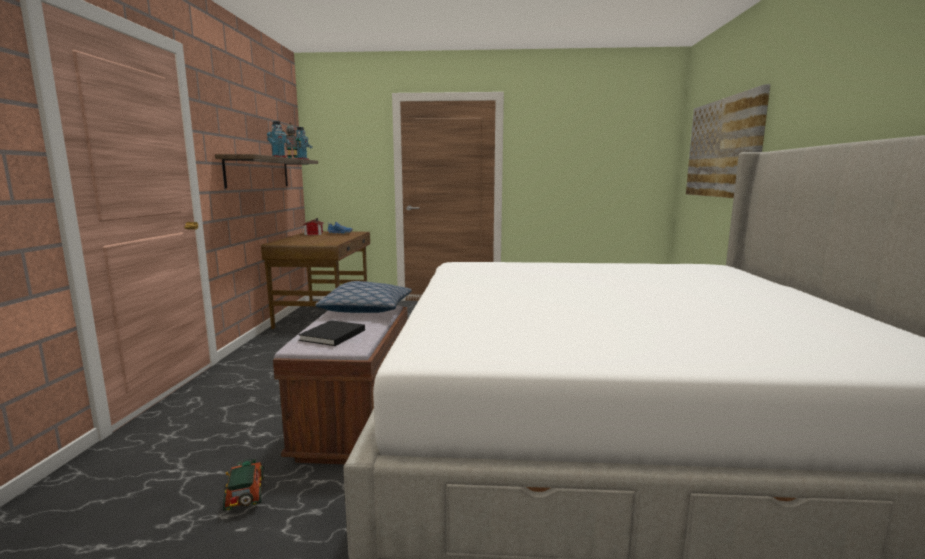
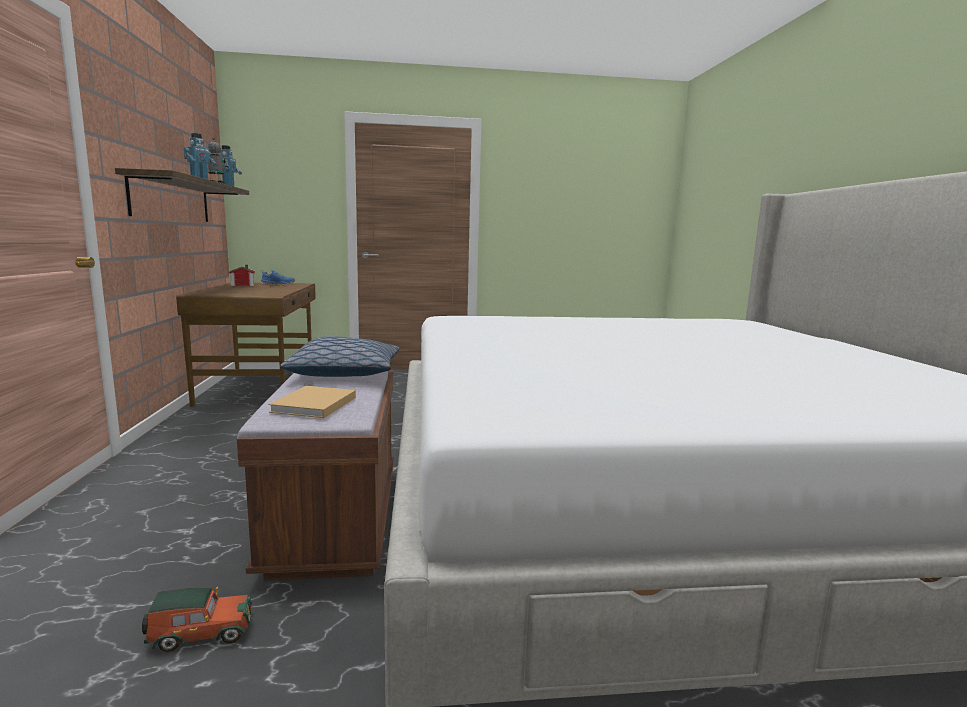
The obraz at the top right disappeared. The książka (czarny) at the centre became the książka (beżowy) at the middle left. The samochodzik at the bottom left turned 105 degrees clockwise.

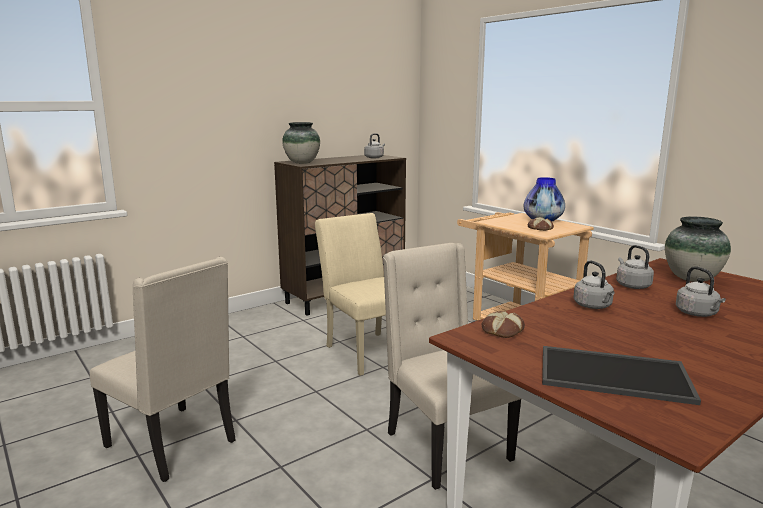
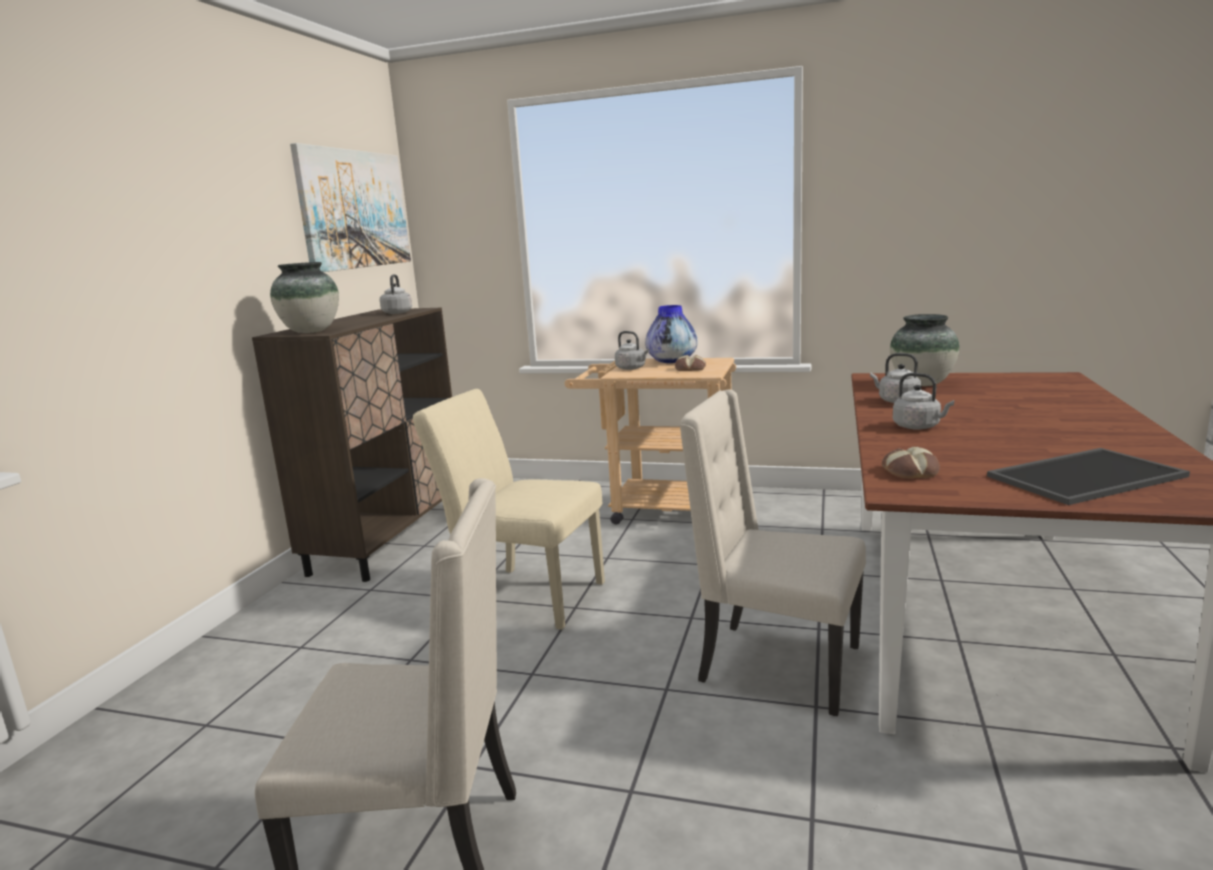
The obraz at the top left appeared. The czajnik (szary) (4th from left in the first image) moved from the middle right to the centre.

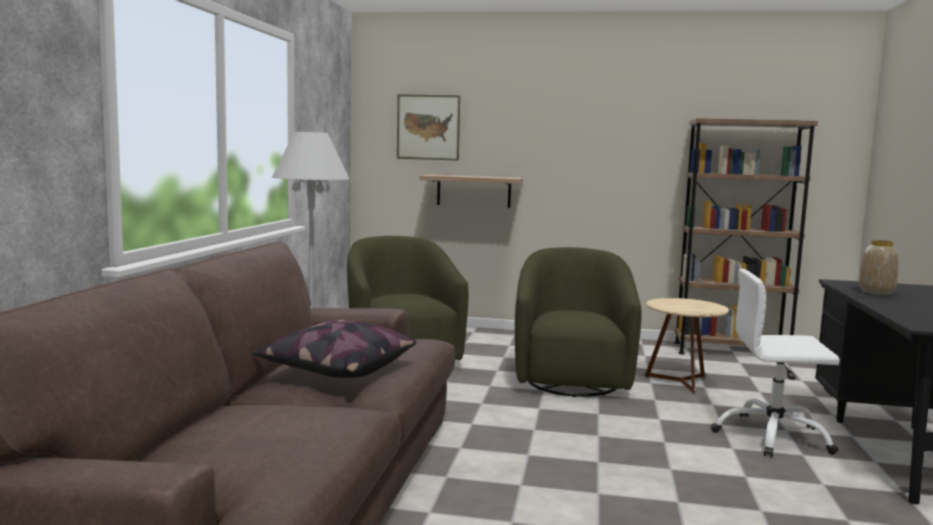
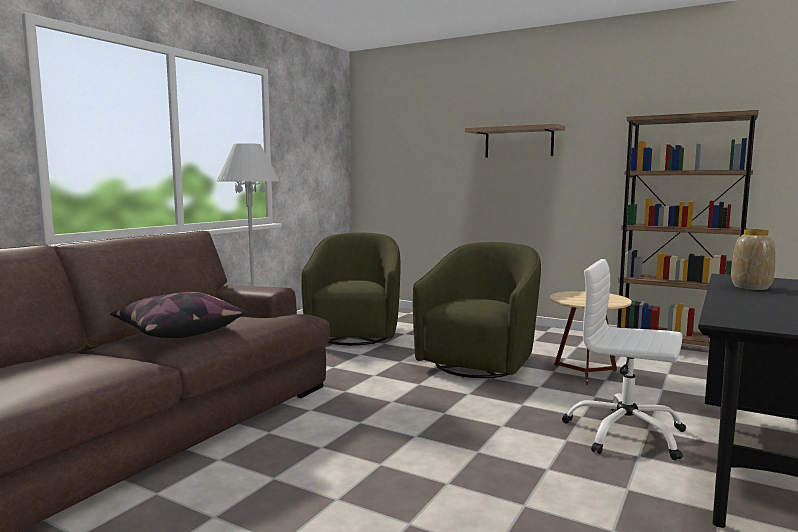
The obraz at the top centre disappeared. The półka moved from the centre to the top centre.

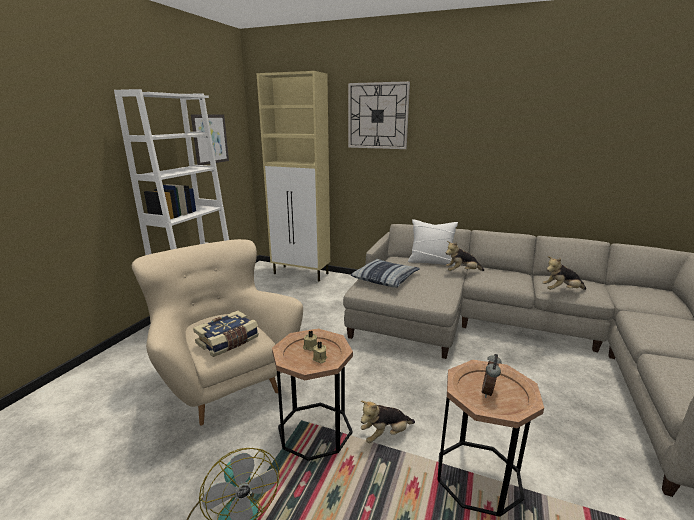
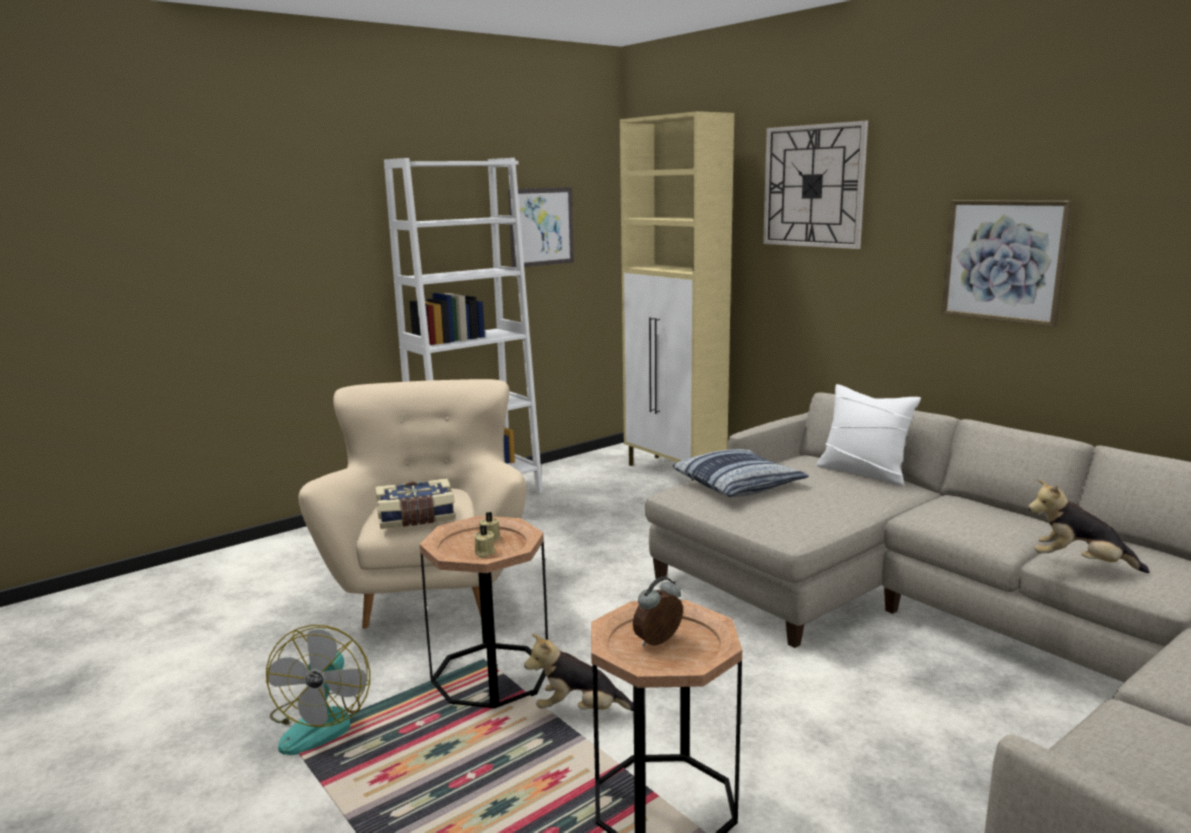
The pluszak (2nd from left) at the middle right disappeared. The obraz (2nd from left) at the top right appeared.

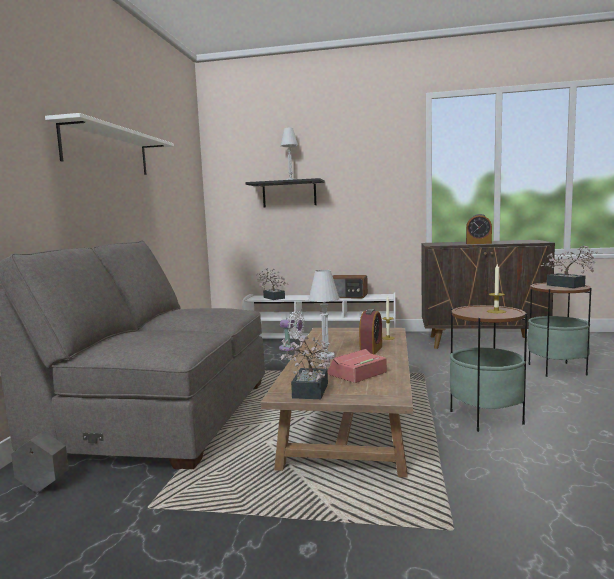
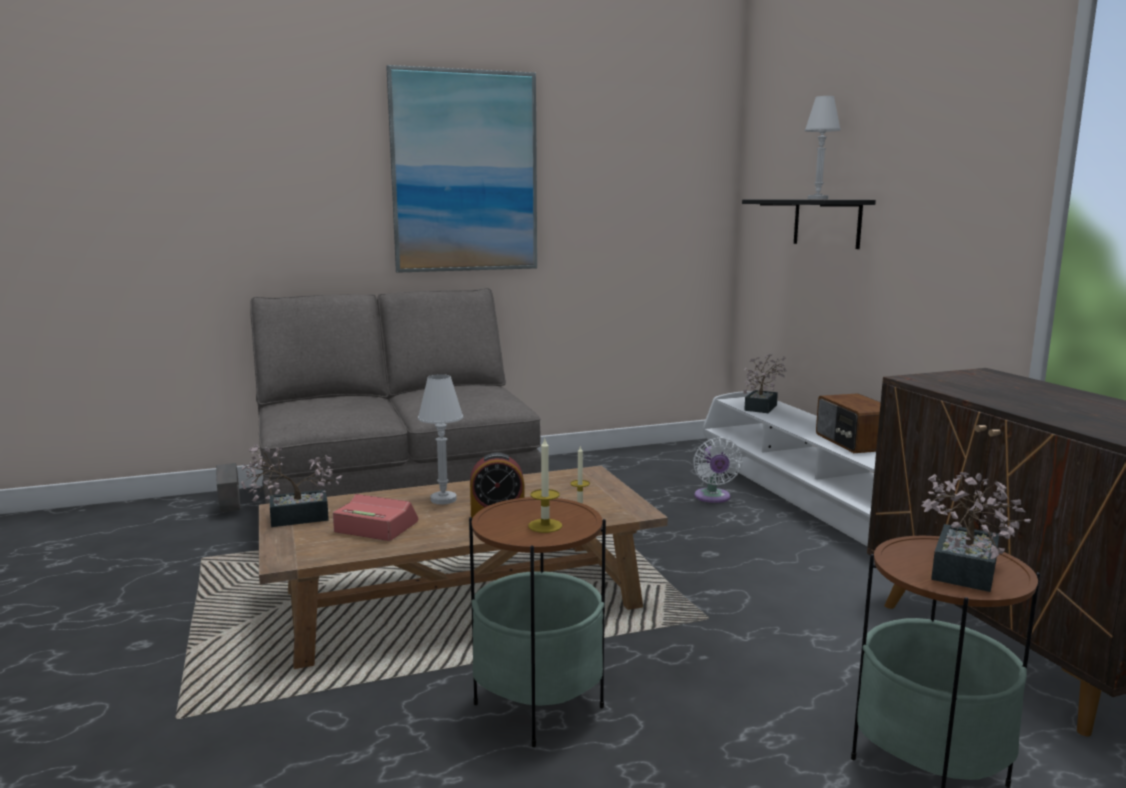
The budzik (3rd from left) at the middle right disappeared. The półka (biały) at the top left was replaced by the obraz at the top centre.

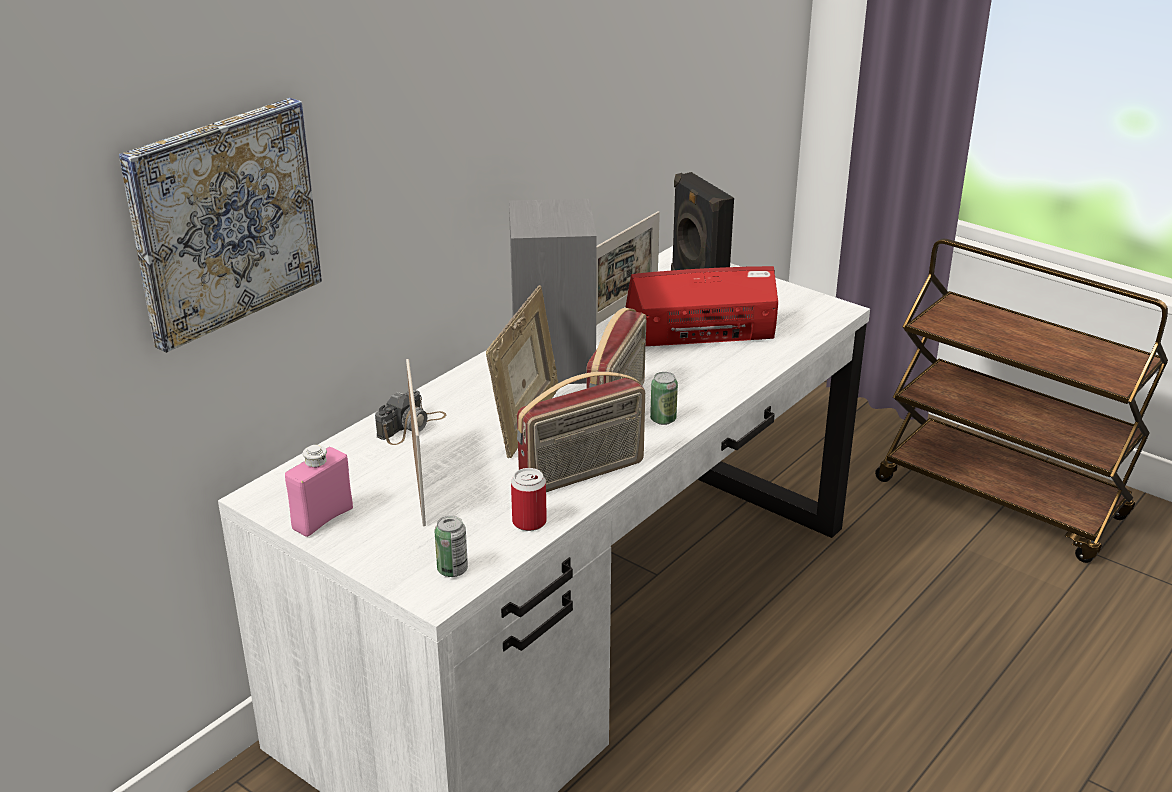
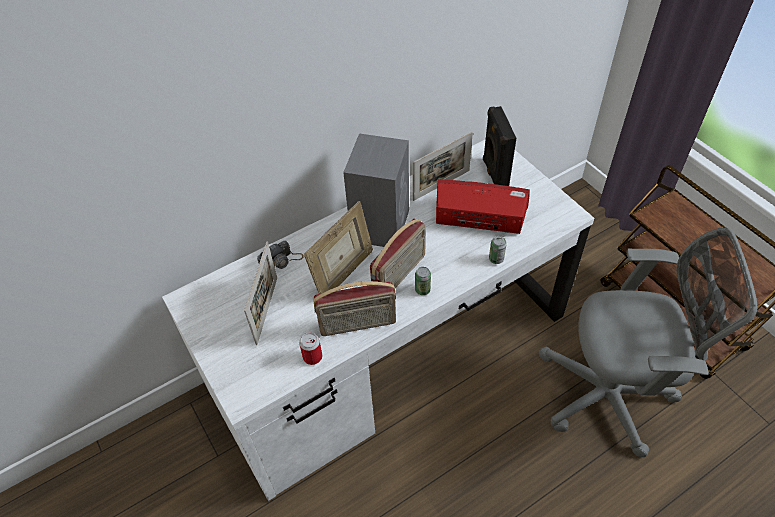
The obraz at the top left disappeared. The butelka (różowy) at the middle left disappeared. The krzesło biurowe (szary) at the middle right appeared. The puszka (1st from left in the first image) moved from the bottom centre to the centre.

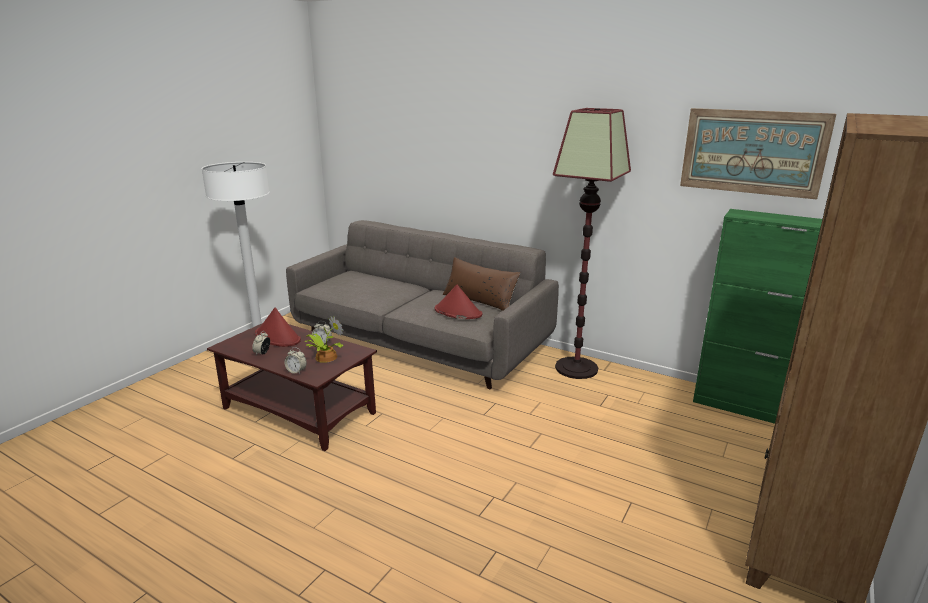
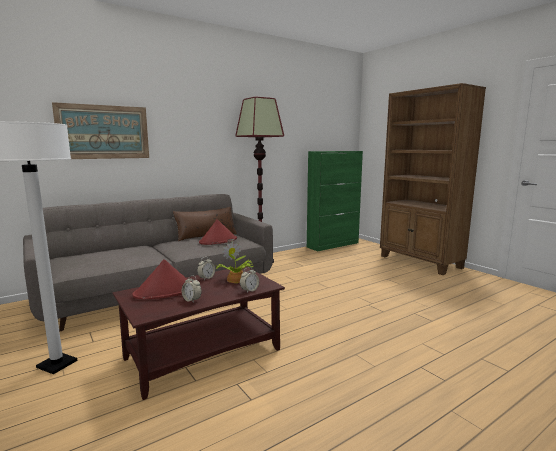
The obraz moved from the top right to the top left.

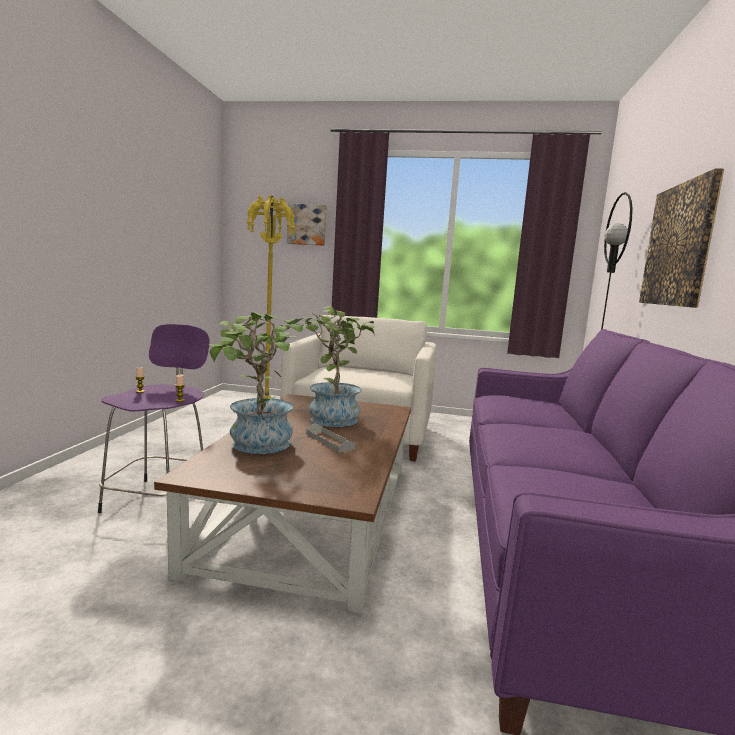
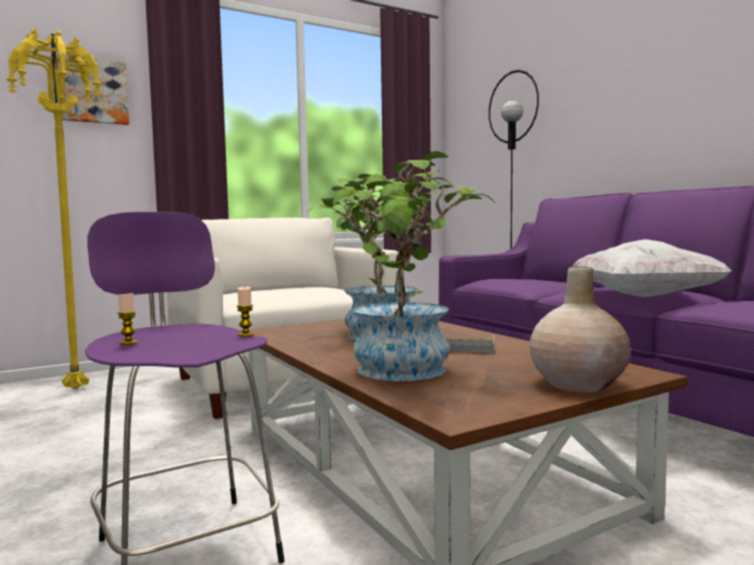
The obraz (2nd from left) at the top right disappeared. The wazon (beżowy) at the middle right appeared. The poduszka (biały) at the middle right appeared.

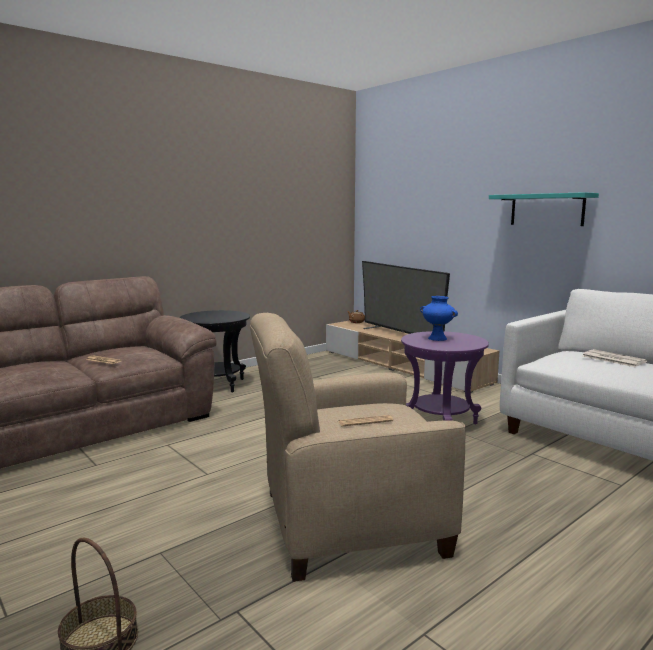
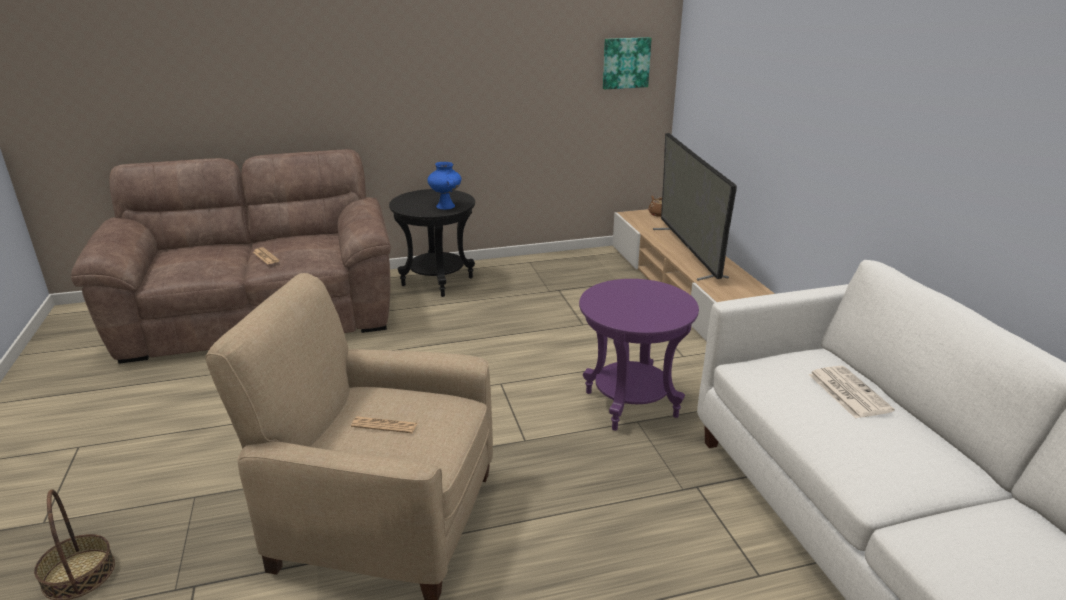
The półka (turkusowy) at the top right disappeared. The obraz at the top centre appeared. The wazon (niebieski) moved from the middle right to the top centre.

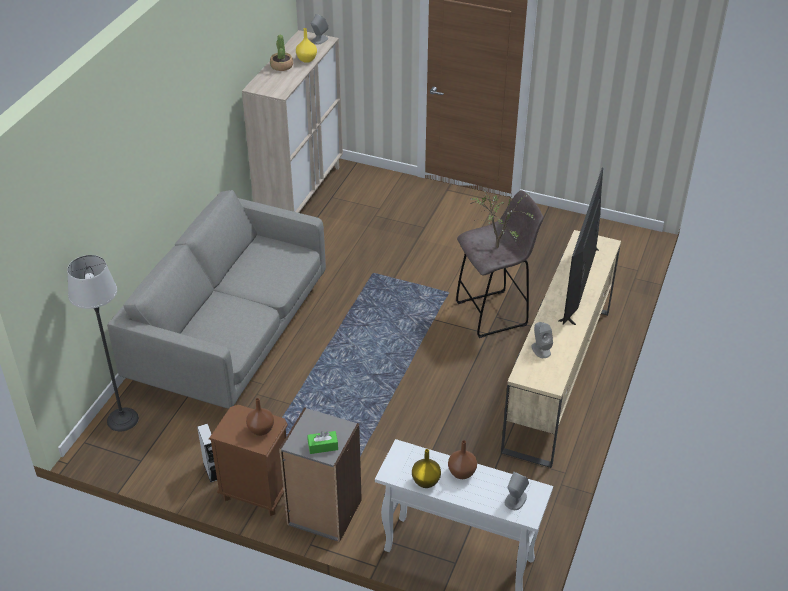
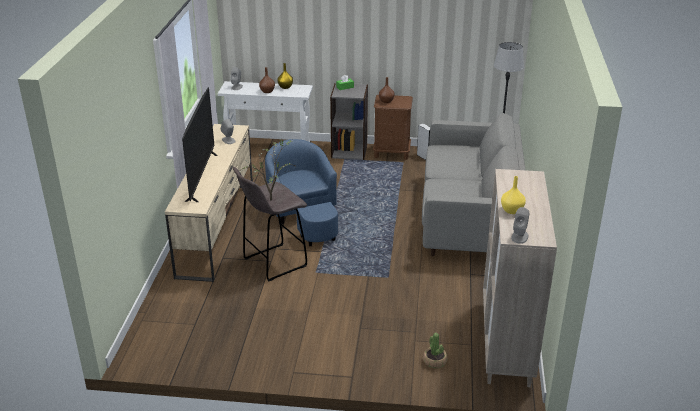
The fotel (niebieski) at the centre appeared. The roślina doniczkowa (1st from left in the first image) moved from the top centre to the bottom centre.

